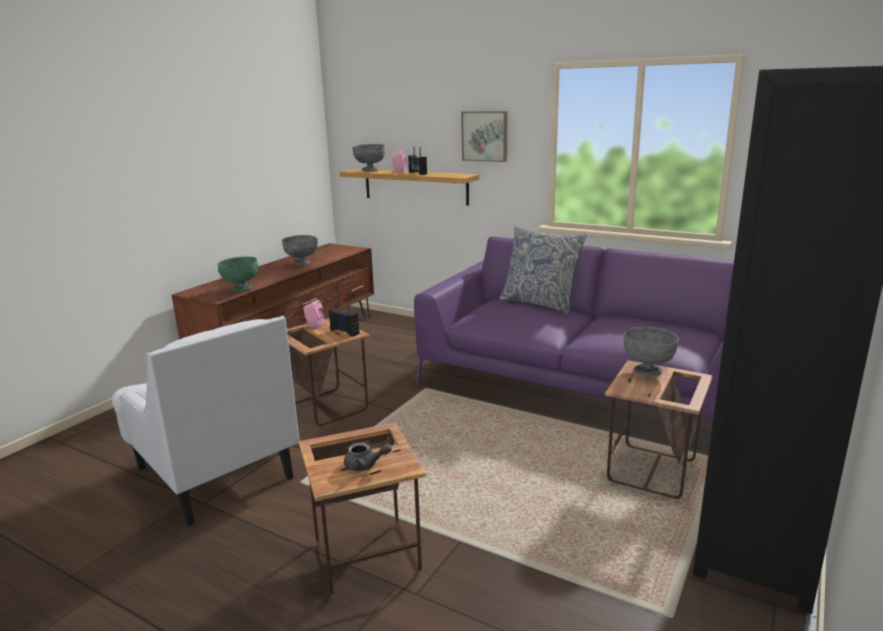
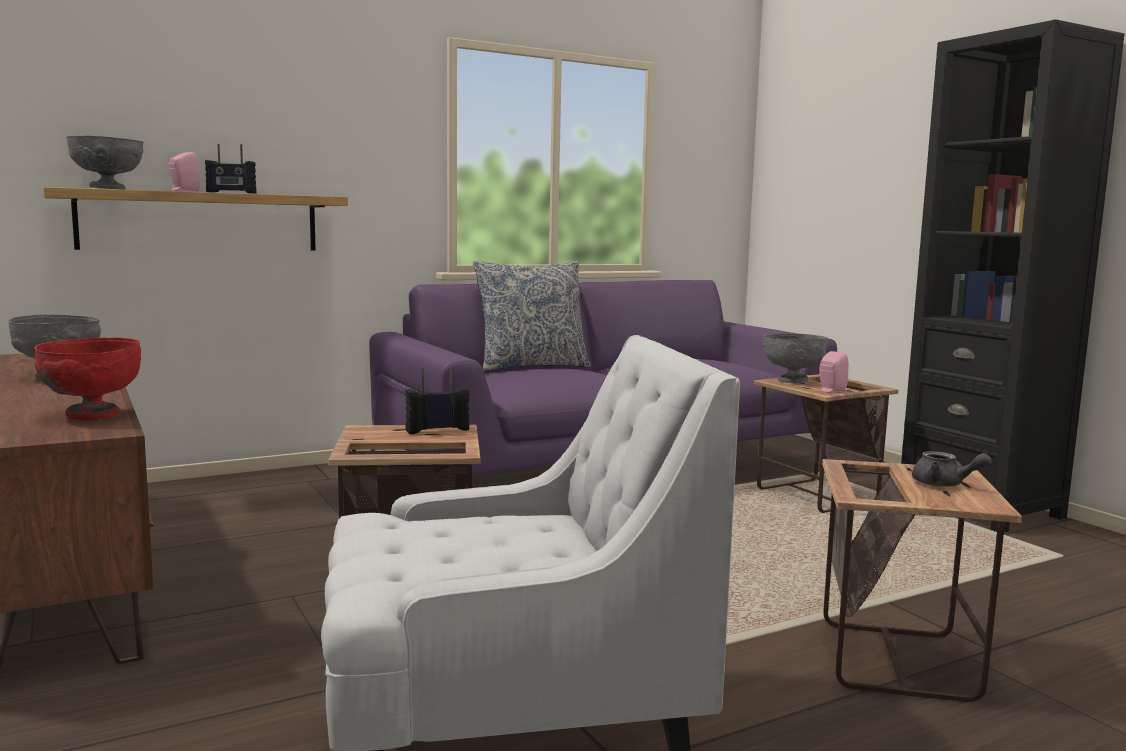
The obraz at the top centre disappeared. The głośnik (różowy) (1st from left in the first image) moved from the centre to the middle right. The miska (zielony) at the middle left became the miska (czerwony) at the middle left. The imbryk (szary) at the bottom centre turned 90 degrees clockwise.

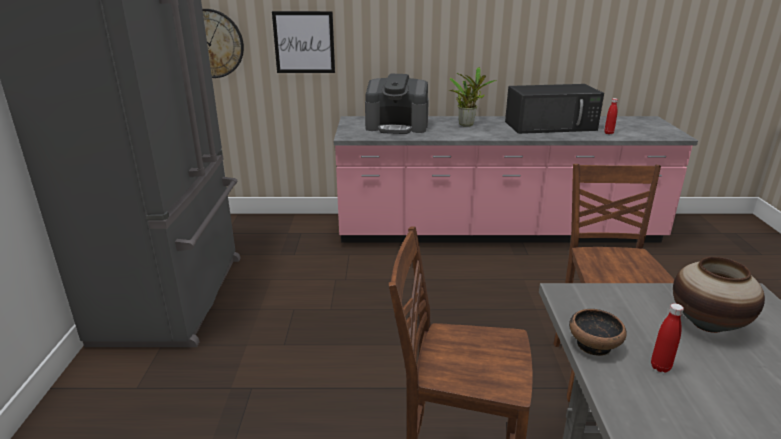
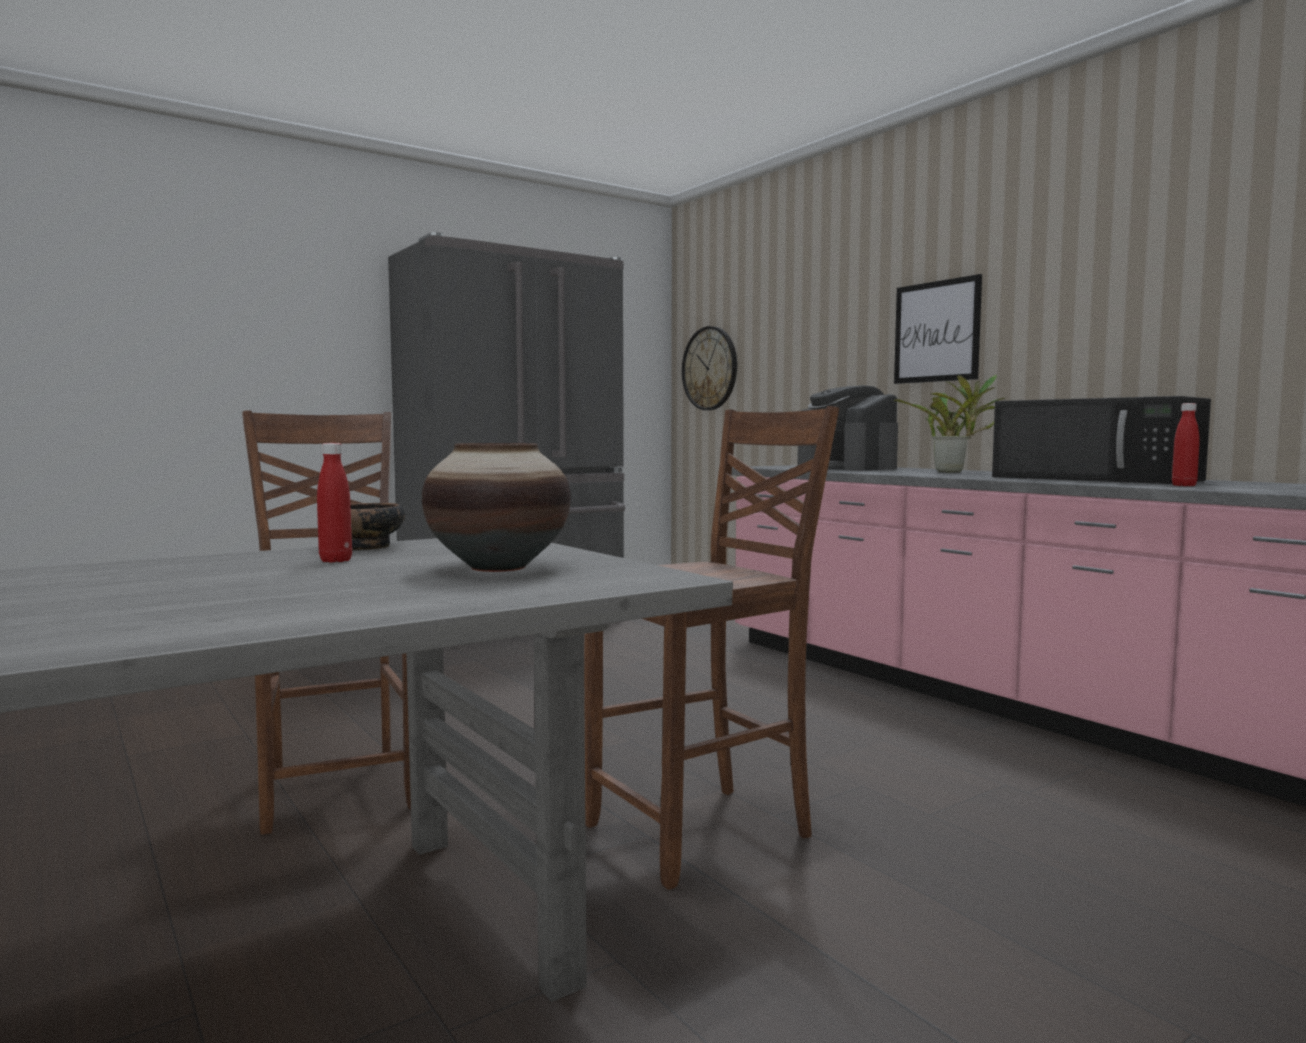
The obraz moved from the top centre to the top right.

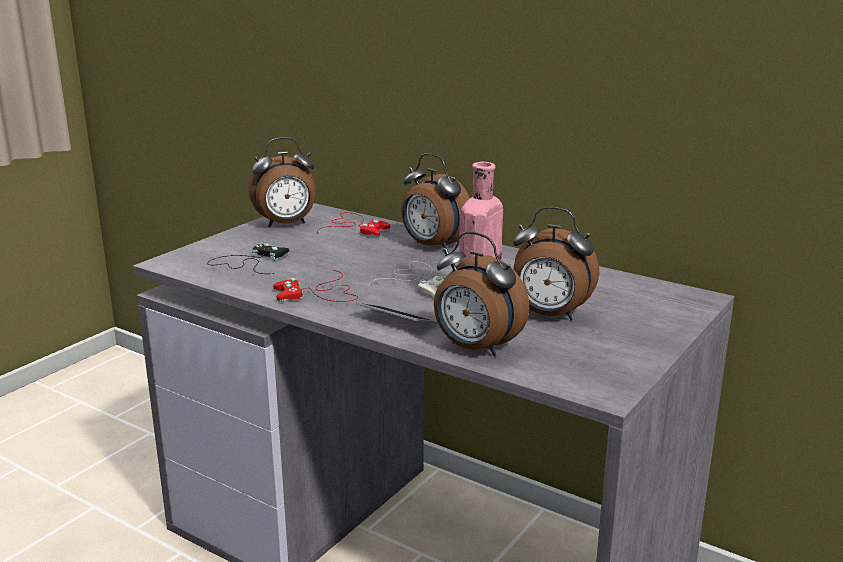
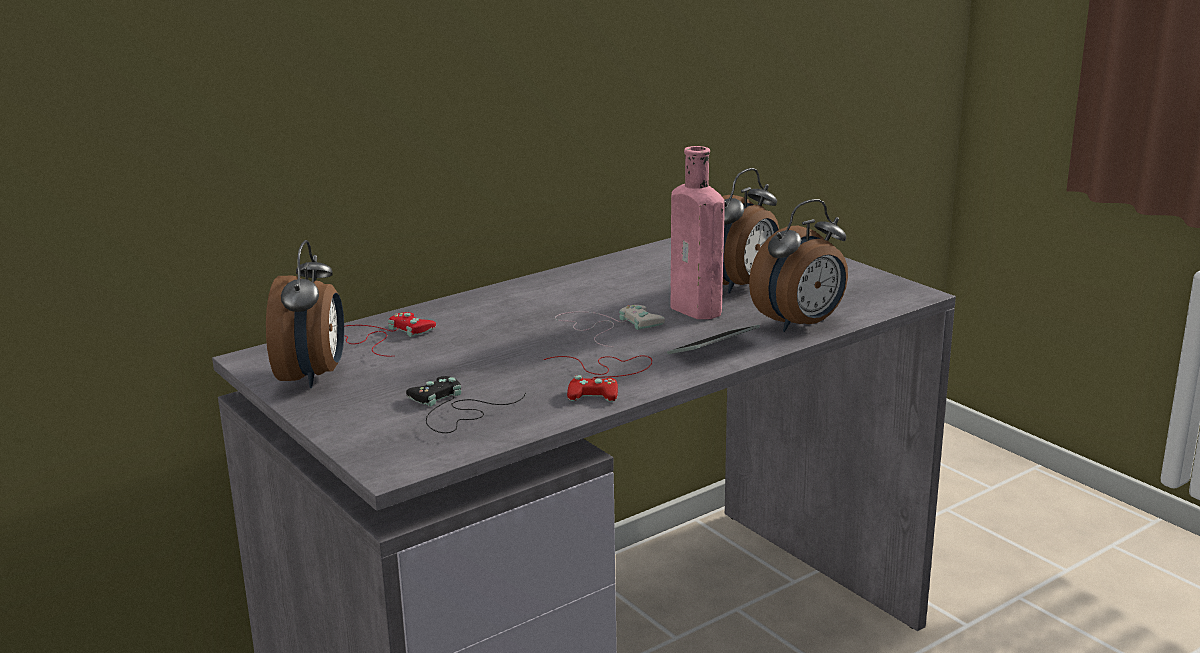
The budzik (2nd from left) at the centre disappeared.

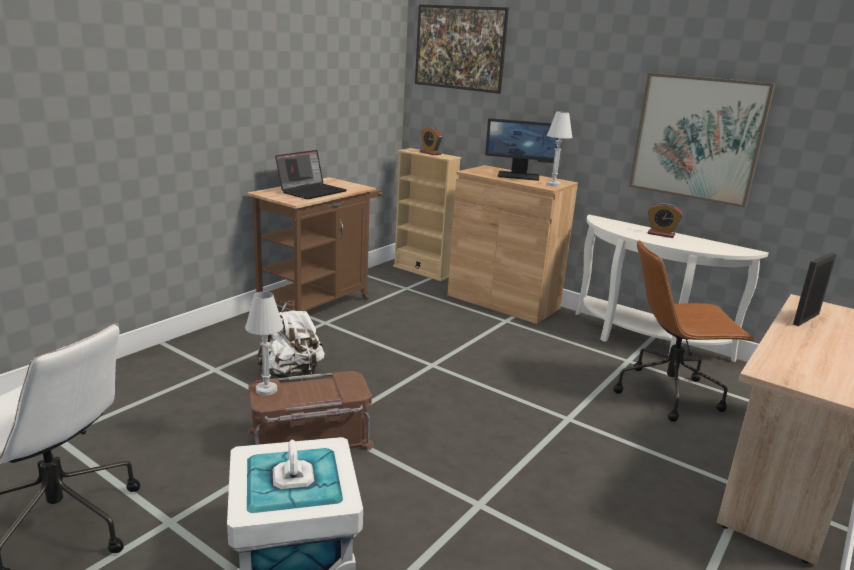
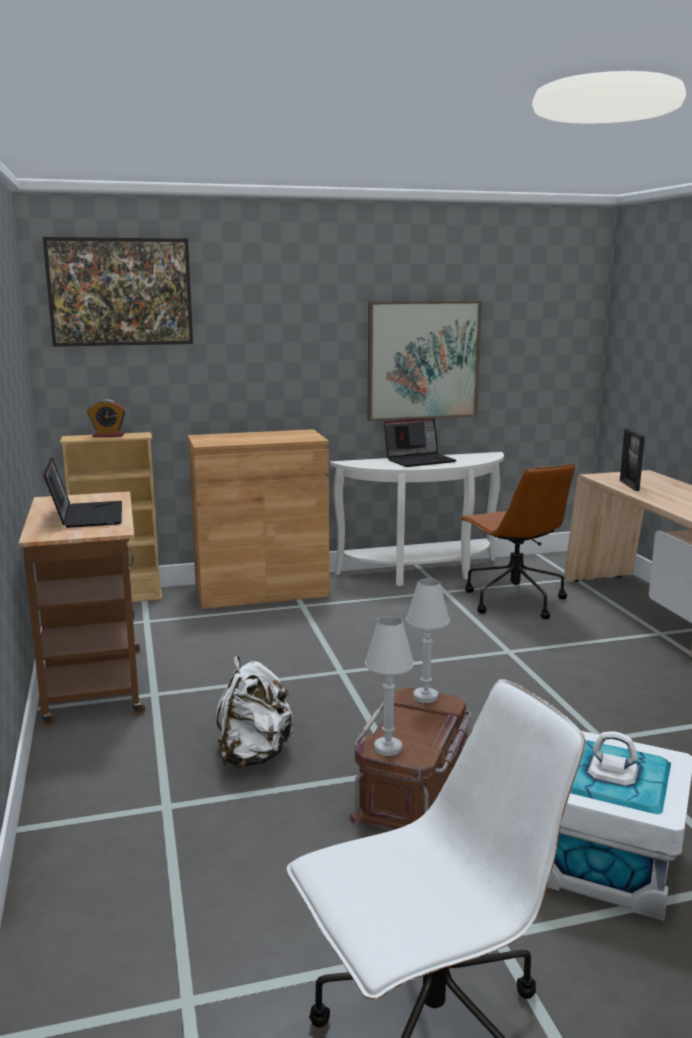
The monitor at the top centre disappeared. The lampa stołowa (biały) (2nd from left) moved from the top centre to the centre. The budzik (2nd from left) at the middle right was replaced by the laptop (2nd from left) at the centre. The krzesło biurowe (brązowy) at the middle right turned 60 degrees counterclockwise.

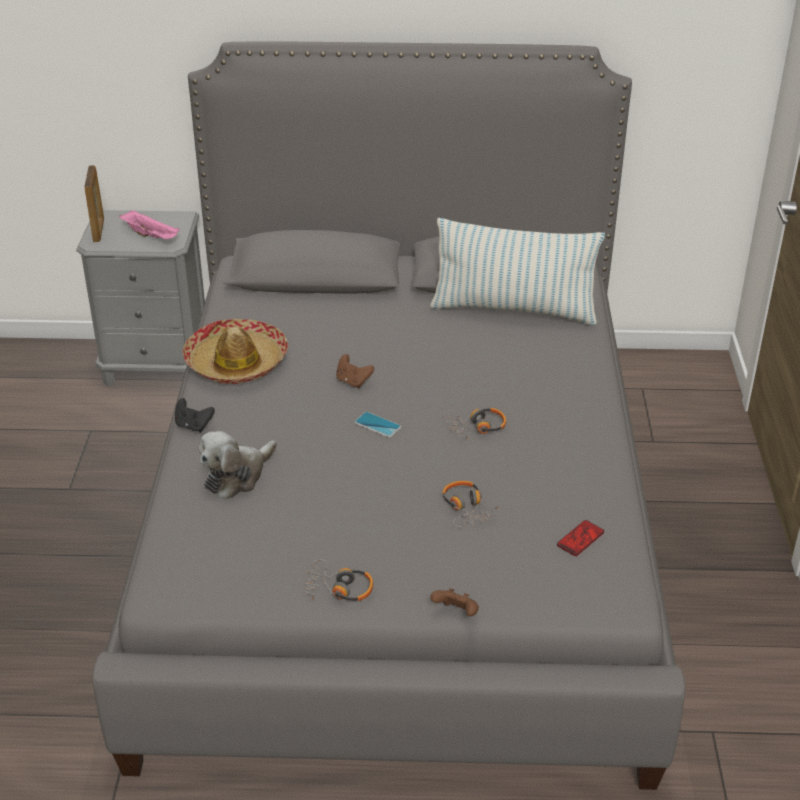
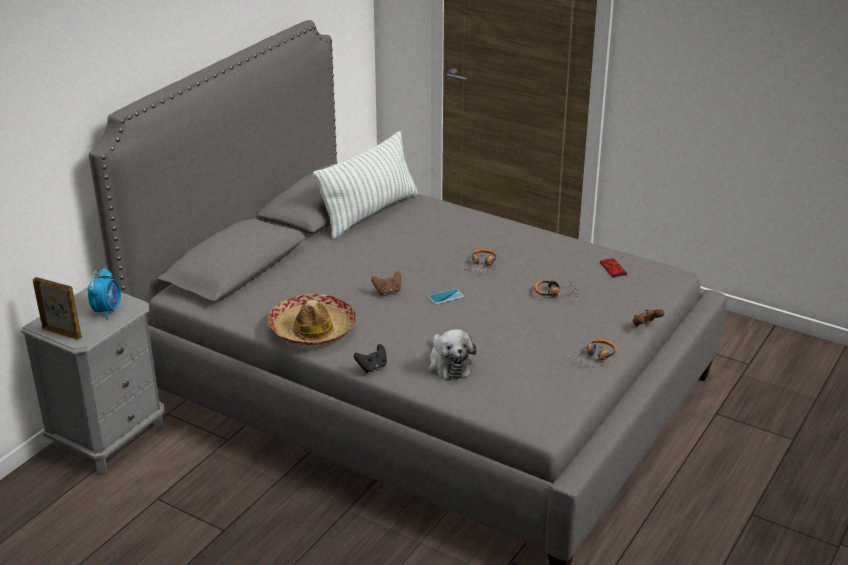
The taca (różowy) at the top left was replaced by the budzik at the middle left.

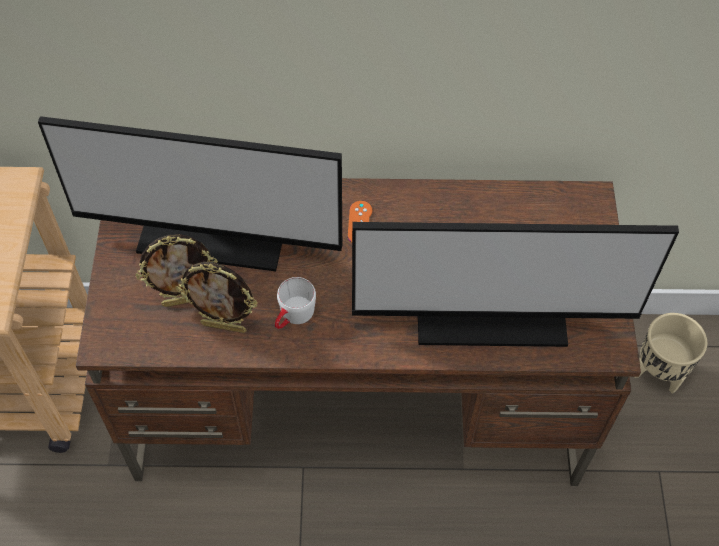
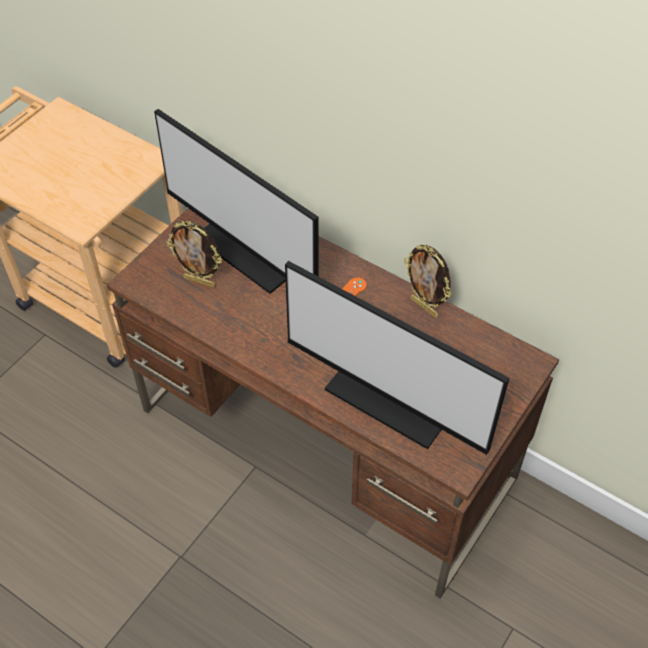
The kubek (biały) at the centre disappeared. The donica (beżowy) at the middle right disappeared. The ramka na zdjęcie (2nd from left) moved from the middle left to the centre.

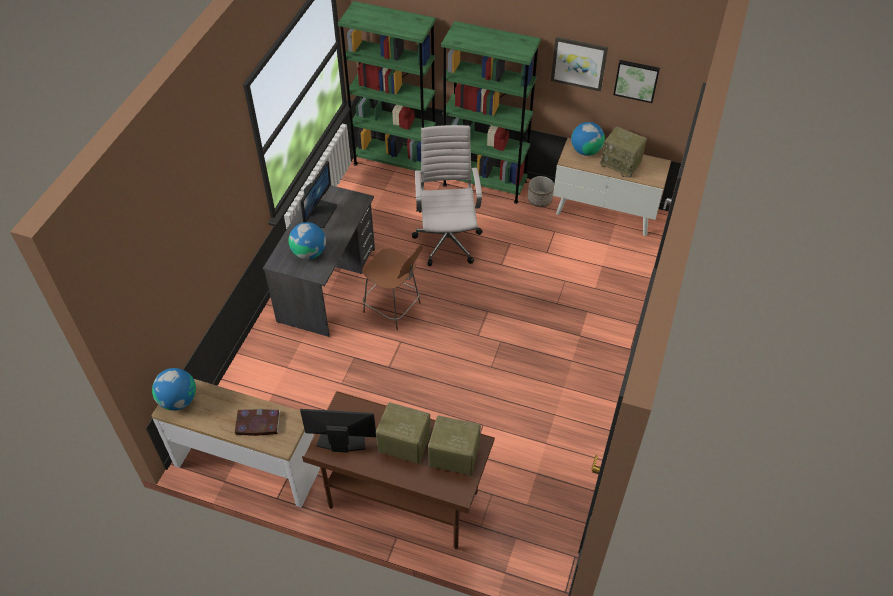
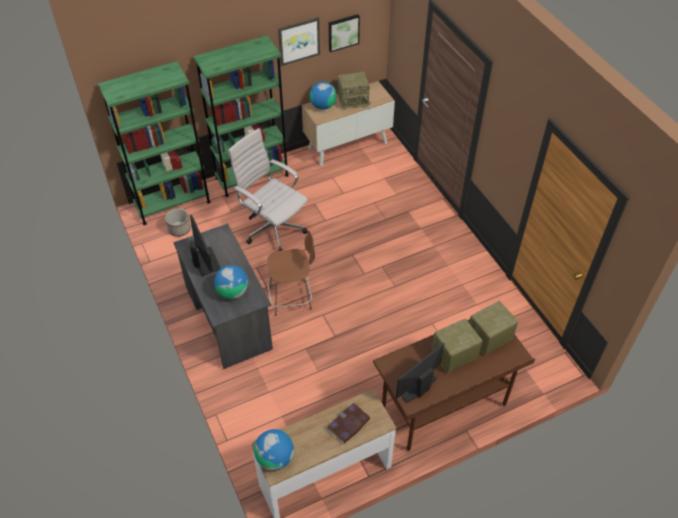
The donica moved from the top centre to the middle left.

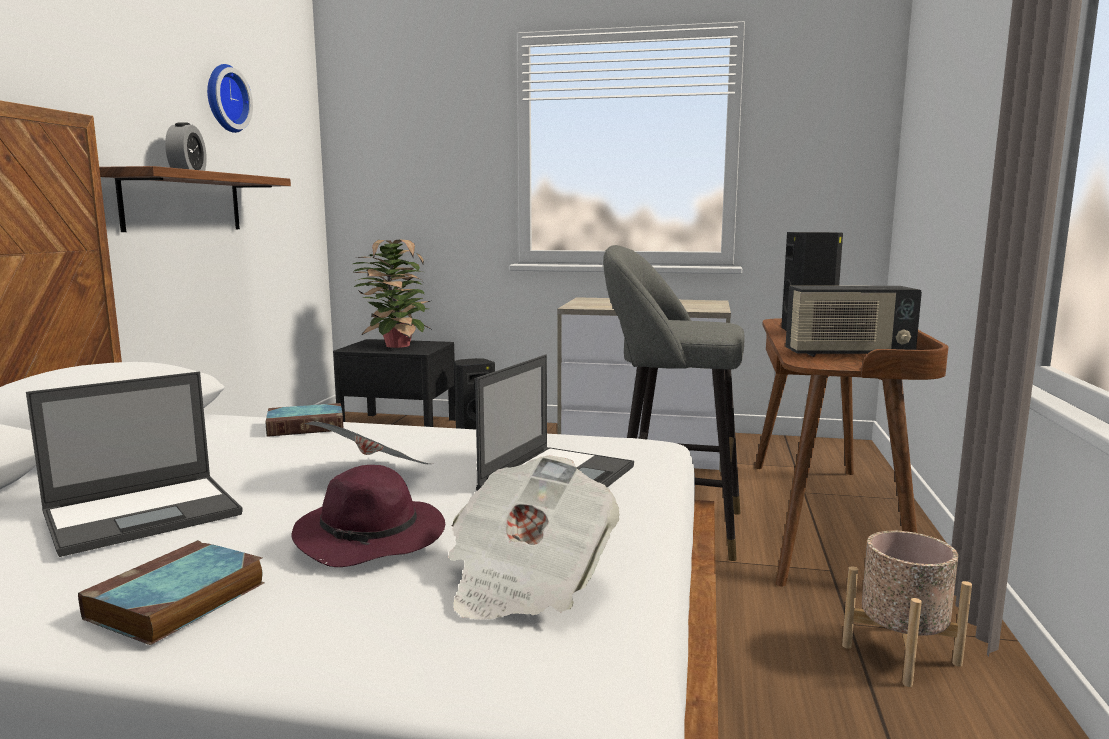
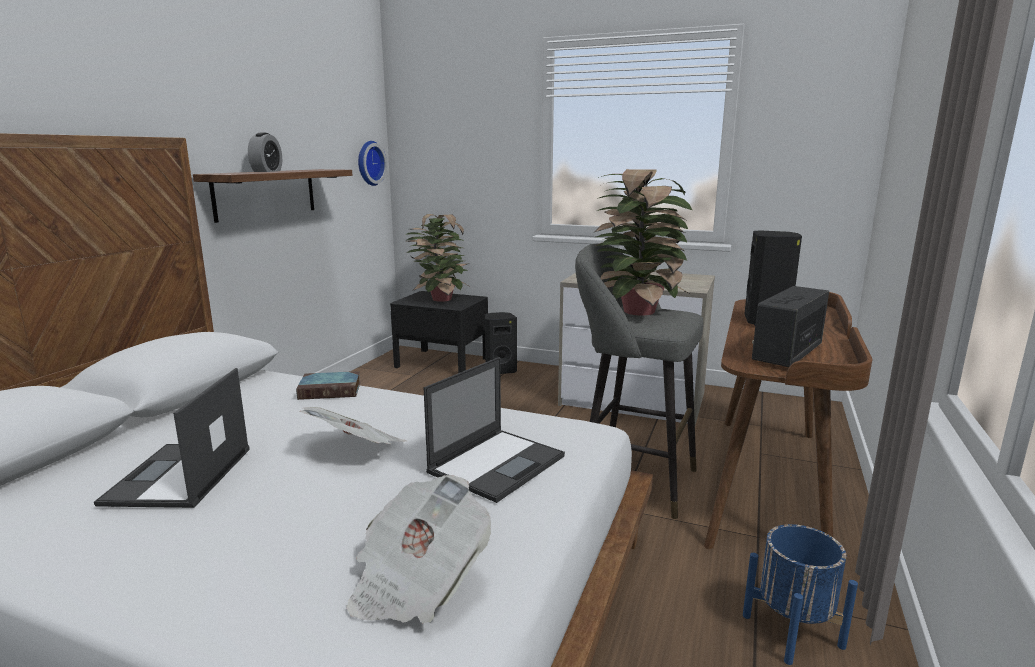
The książka (1st from left) at the bottom left disappeared. The kapelusz (fioletowy) at the bottom left disappeared. The roślina doniczkowa (2nd from left) at the centre appeared. The zegar ścienny moved from the top left to the top centre. The donica (beżowy) at the bottom right became the donica (niebieski) at the bottom right. The laptop (1st from left) at the middle left turned 120 degrees clockwise. The radio at the middle right turned 120 degrees clockwise.

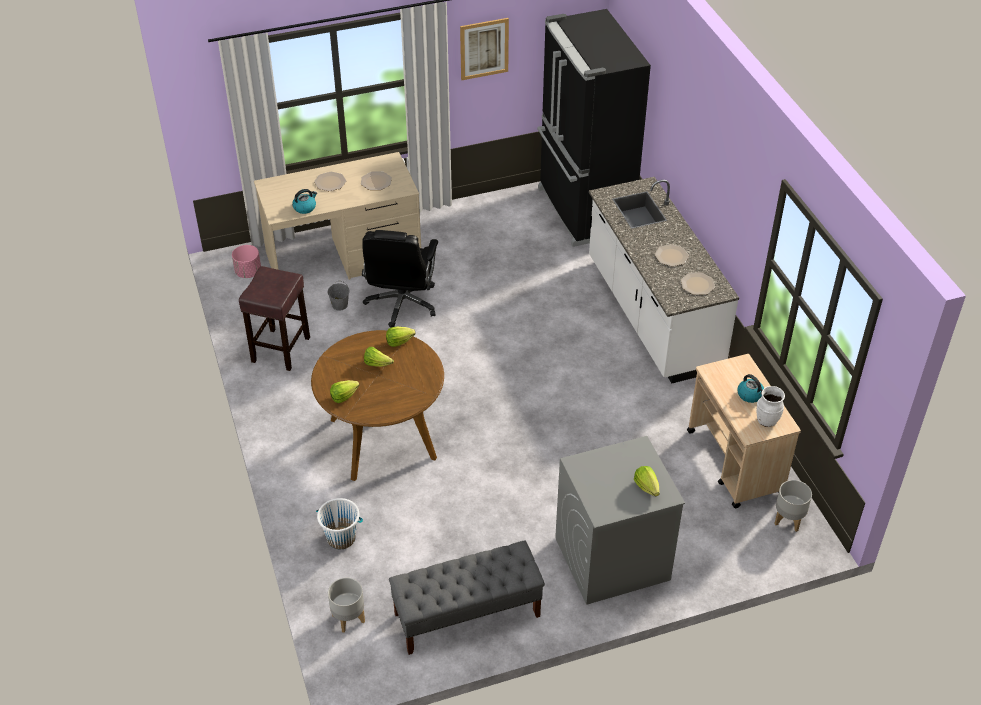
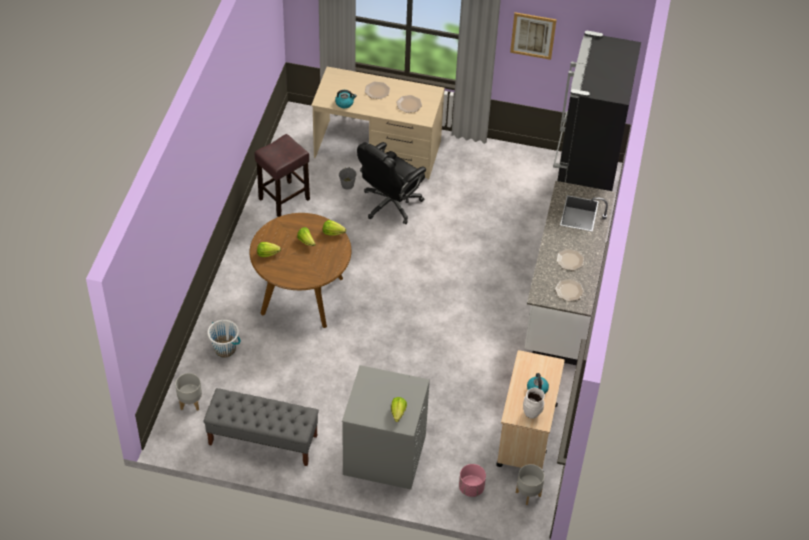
The donica (różowy) moved from the middle left to the bottom centre.

